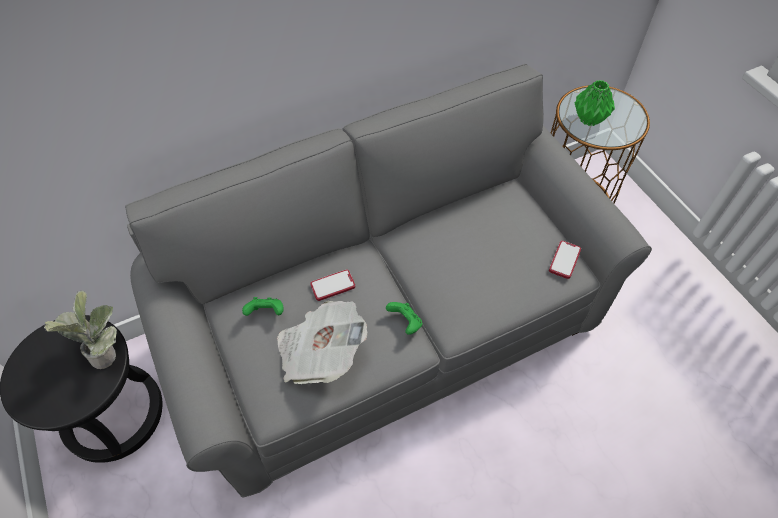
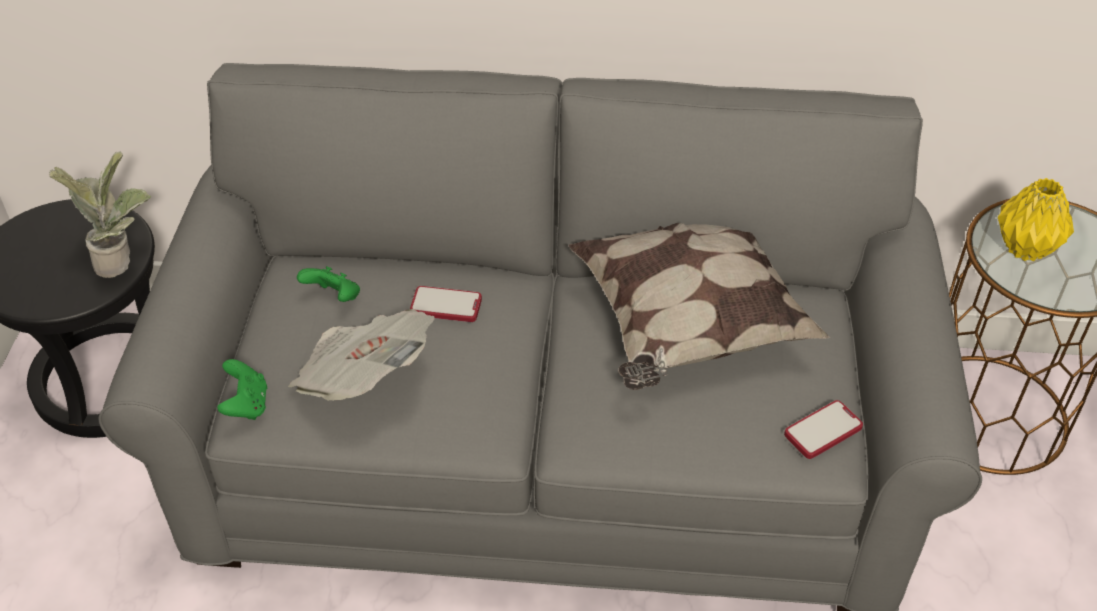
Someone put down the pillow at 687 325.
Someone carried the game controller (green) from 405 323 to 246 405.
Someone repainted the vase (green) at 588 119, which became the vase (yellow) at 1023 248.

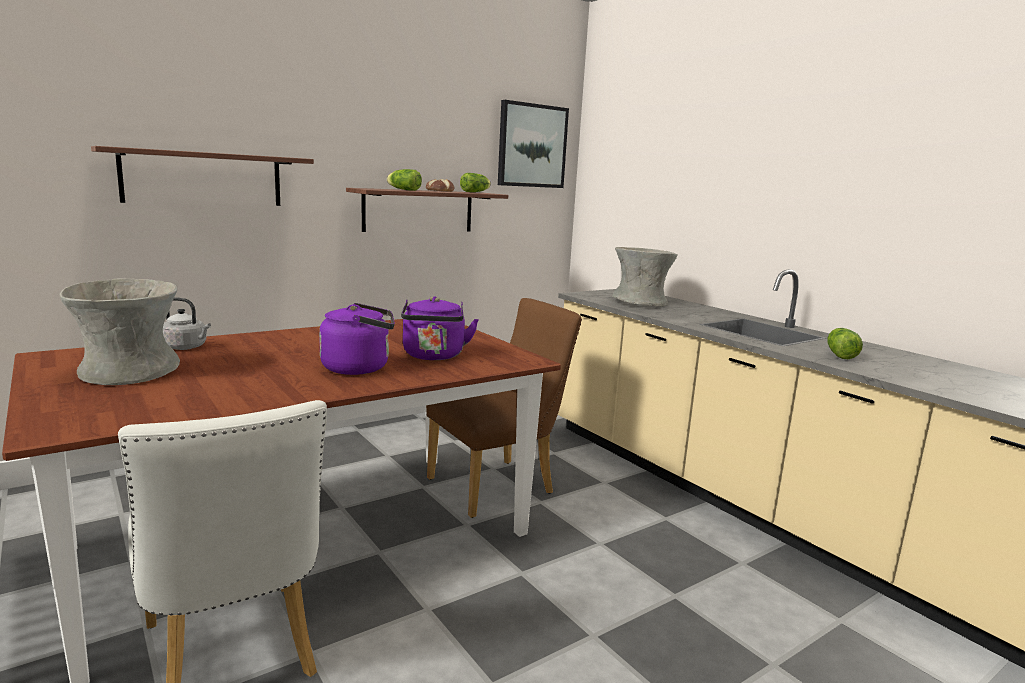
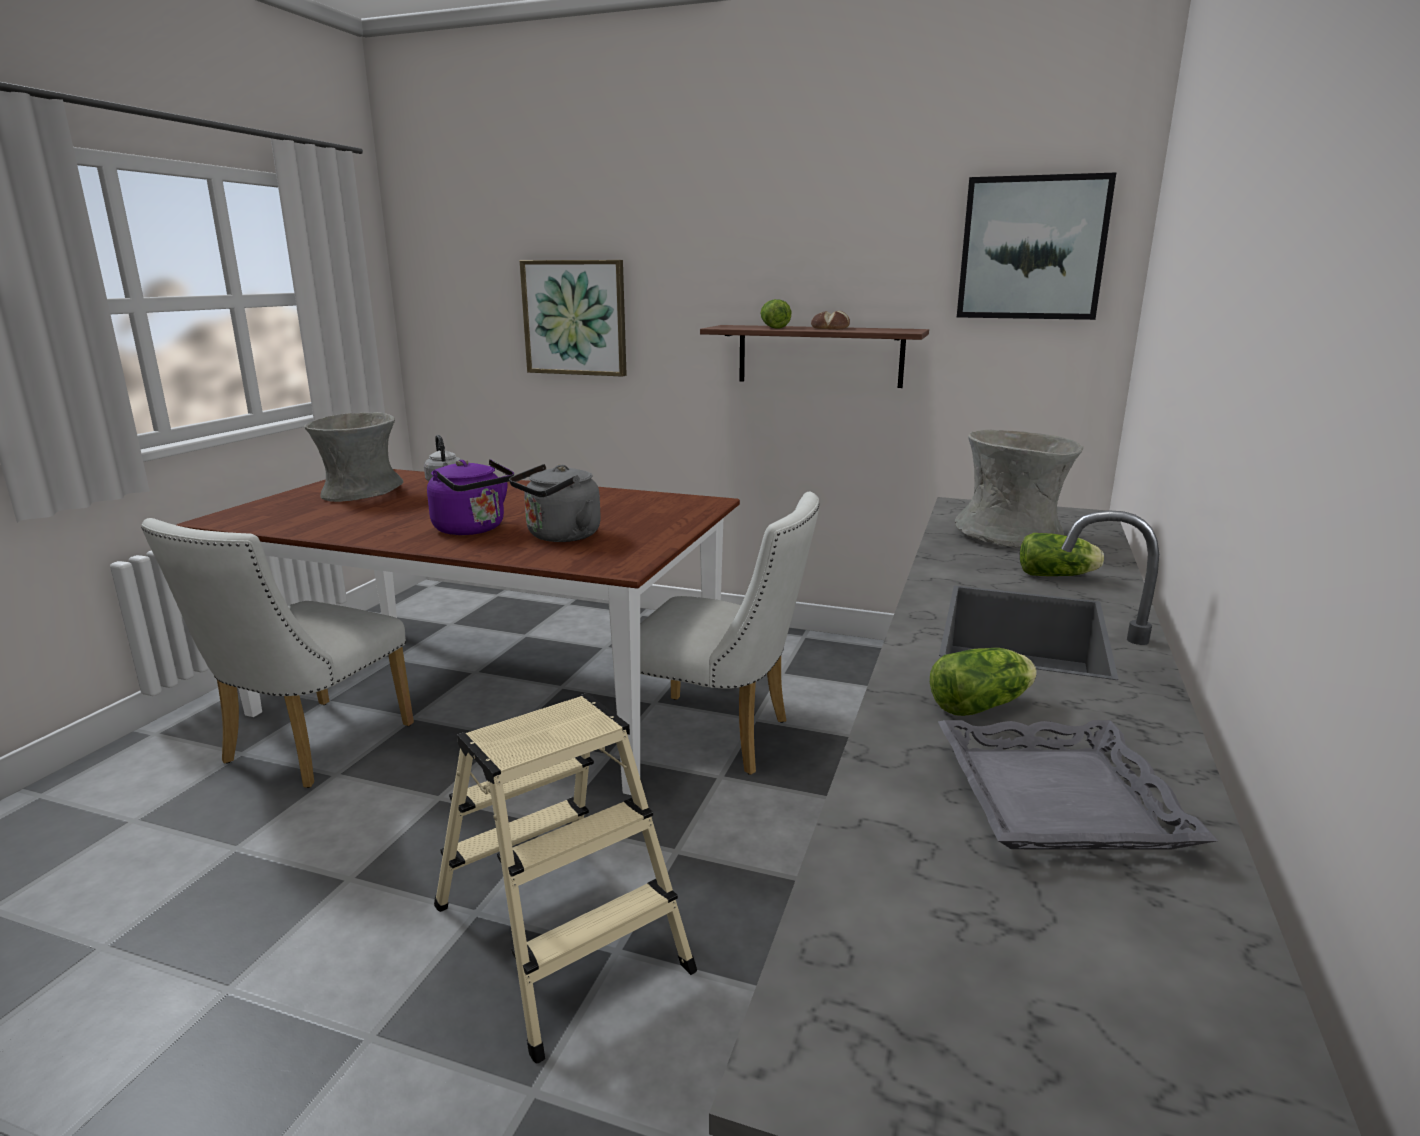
Someone put down the step ladder (beige) at 559 936.
Someone put down the tray (grey) at 1055 798.
Someone carried the lettuce from 476 192 to 1058 575.
Someone swapped the shelf at 203 178 for the picture at 575 318.
Someone repainted the kettle (purple) at 434 356, which became the kettle (grey) at 560 536.
Someone repainted the chair (brown) at 499 485, which became the chair (white) at 721 737.

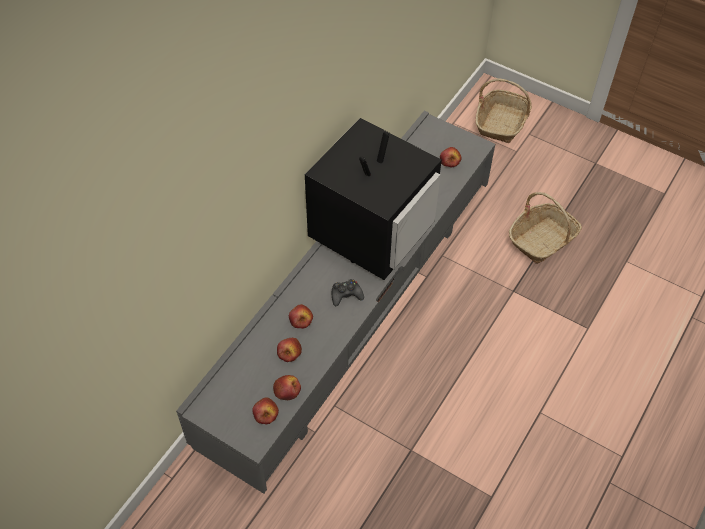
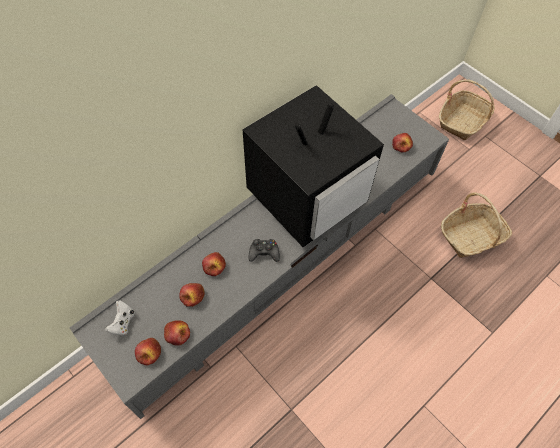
Someone put down the game controller (white) at 123 322.

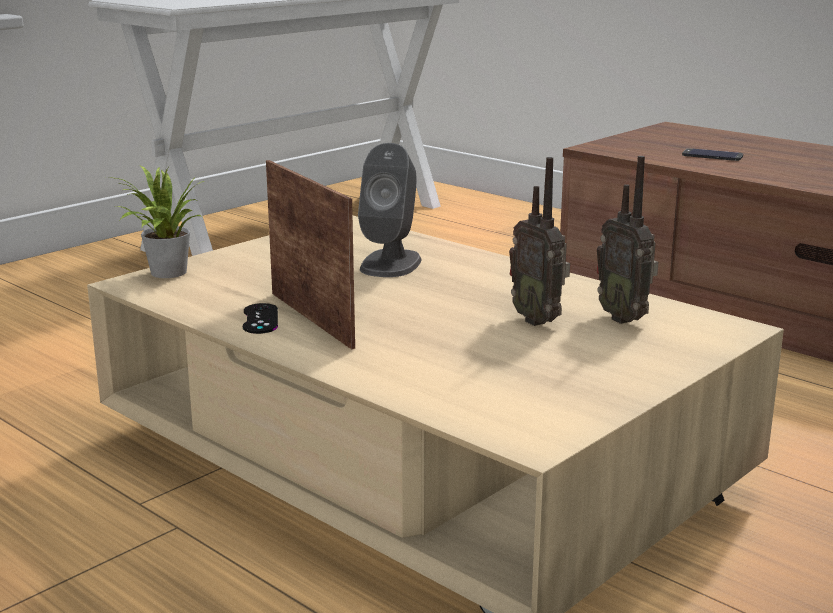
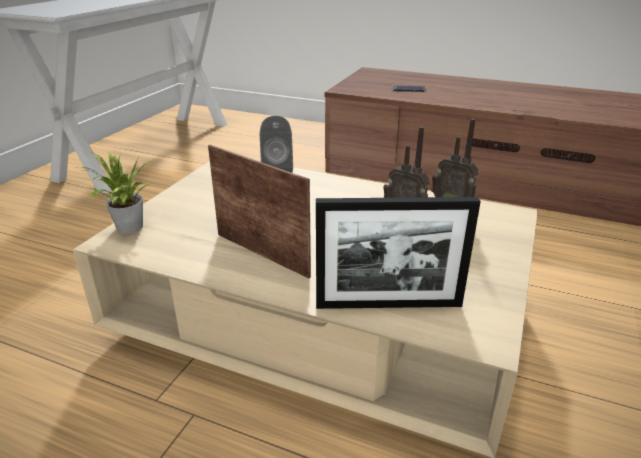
Someone took away the game controller (black) at 260 319.
Someone put down the picture frame at 388 305.

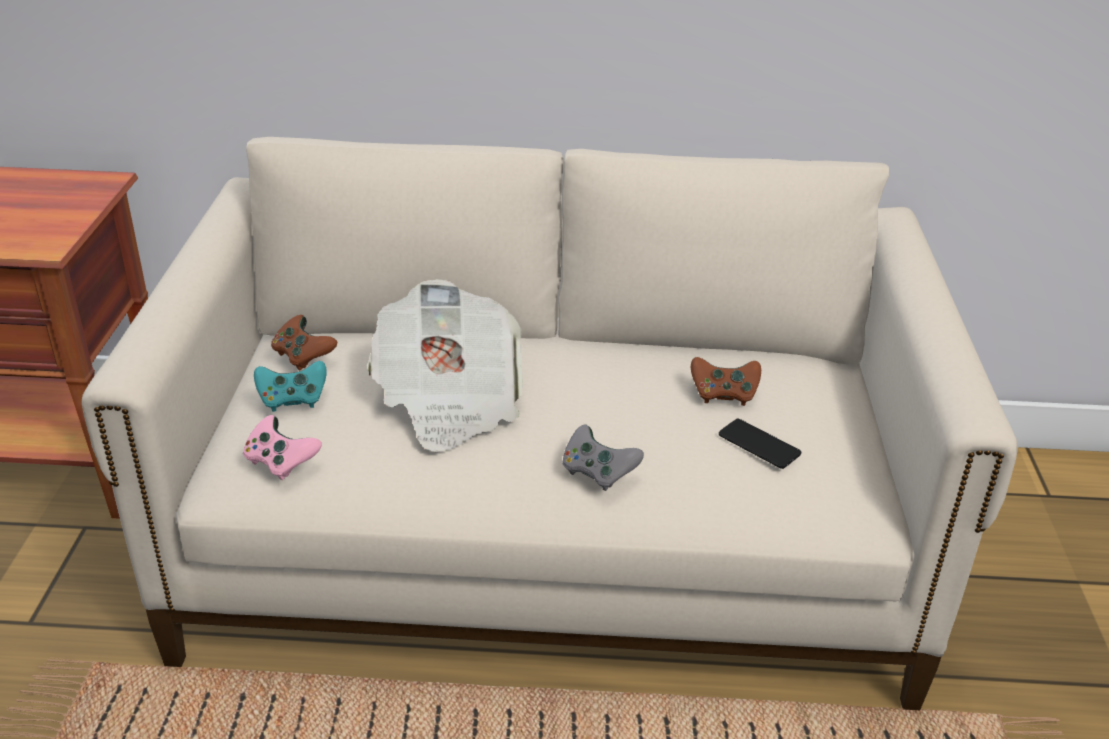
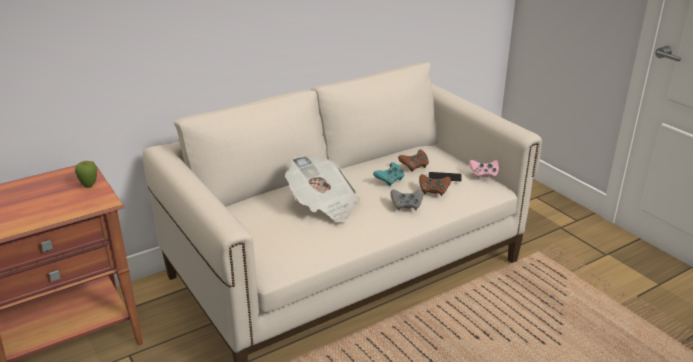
Someone put down the apple at 89 186.
Someone carried the game controller (pink) from 280 462 to 483 175.
Someone carried the game controller (turquoise) from 292 400 to 389 181.
Someone carried the game controller (brown) from 303 356 to 433 191.

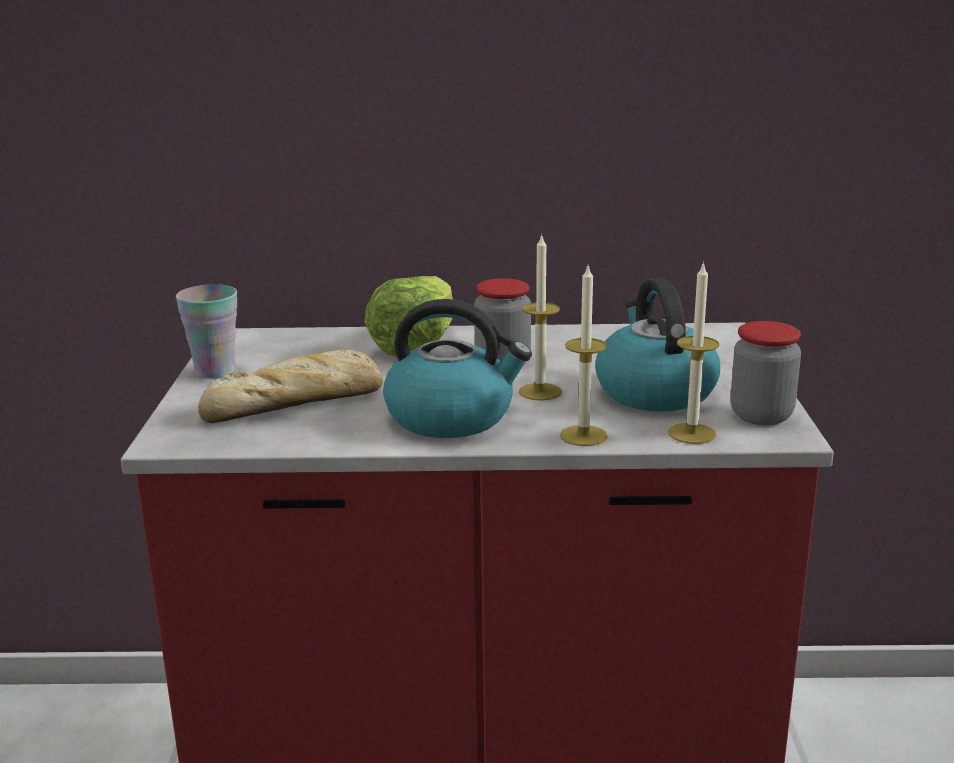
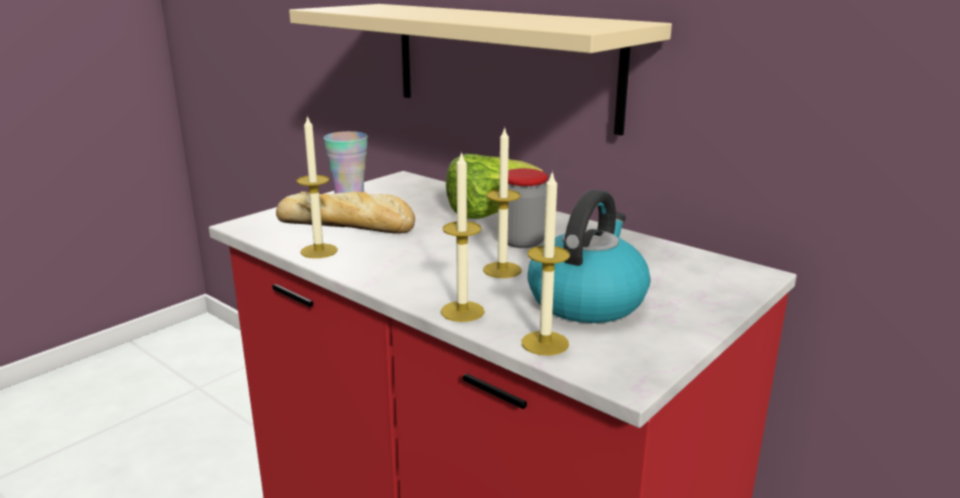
Someone took away the kettle at 452 417.
Someone took away the jar at 761 415.
Someone put up the shelf (beige) at 502 64.
Someone put down the candle at 319 251.

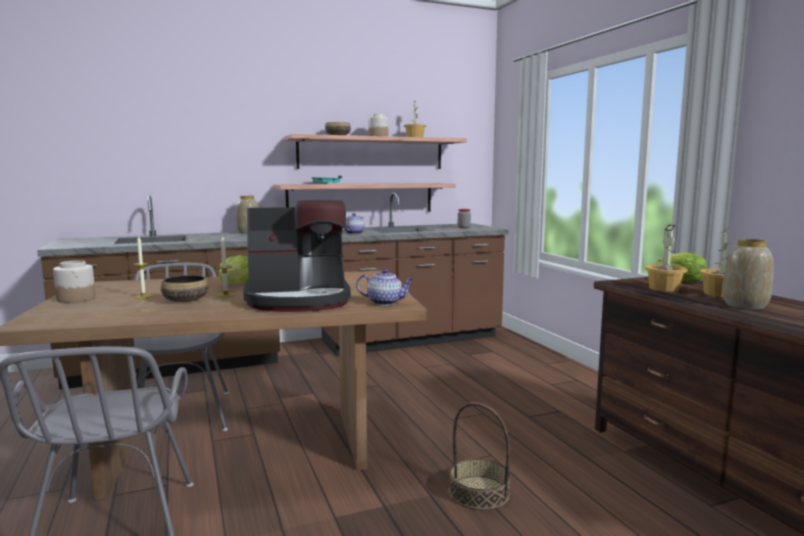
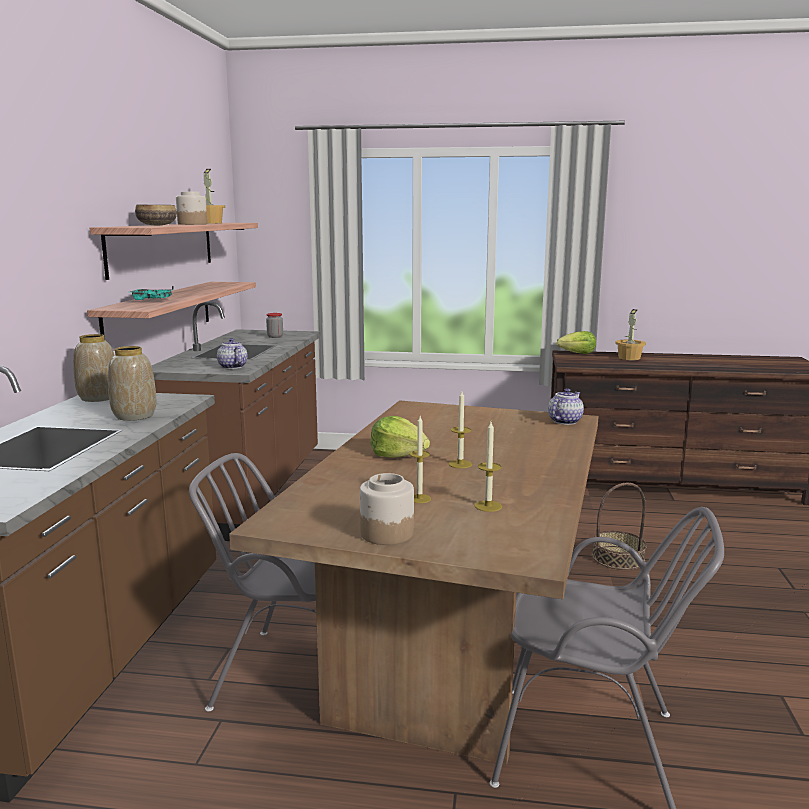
Someone took away the bowl at 186 300.
Someone took away the coffee machine at 299 300.
Someone took away the potted plant at 664 288.
Someone put down the candle at 488 506.
Someone carried the vase from 745 305 to 135 416.

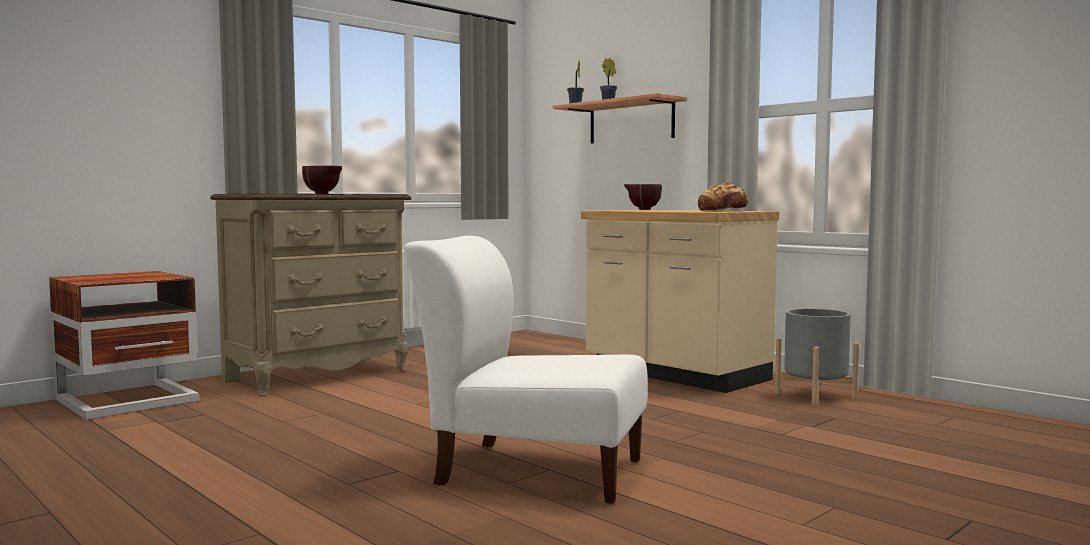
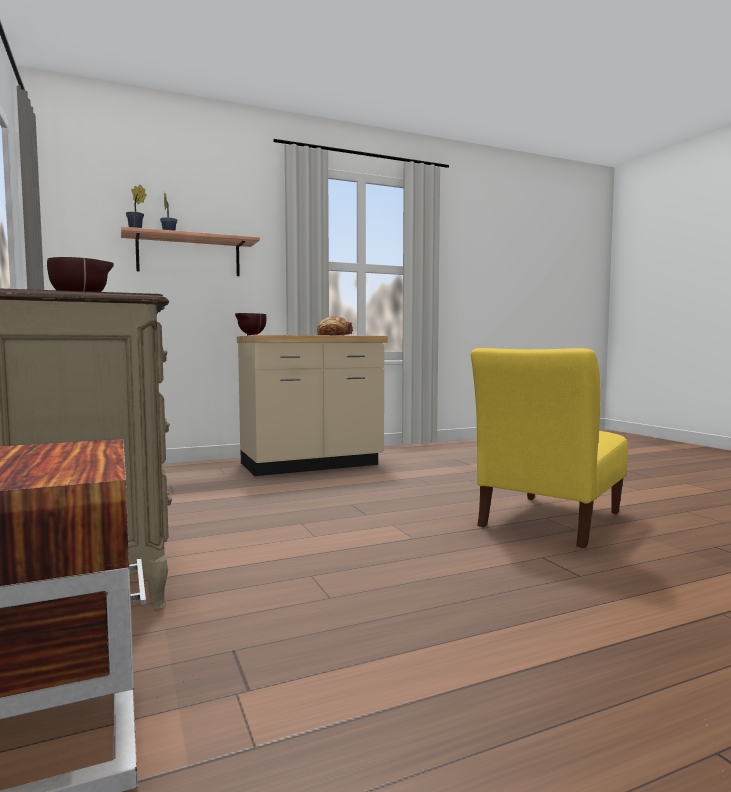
Someone took away the planter (grey) at 815 396.
Someone repainted the chair (white) at 532 471, which became the chair (yellow) at 548 522.

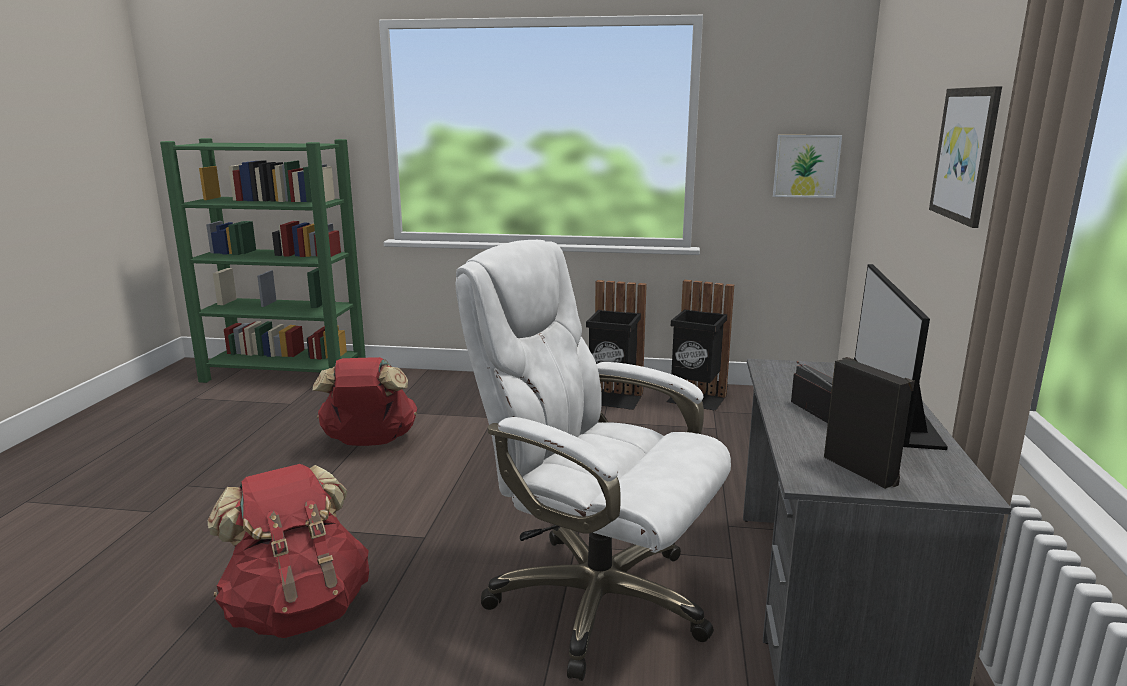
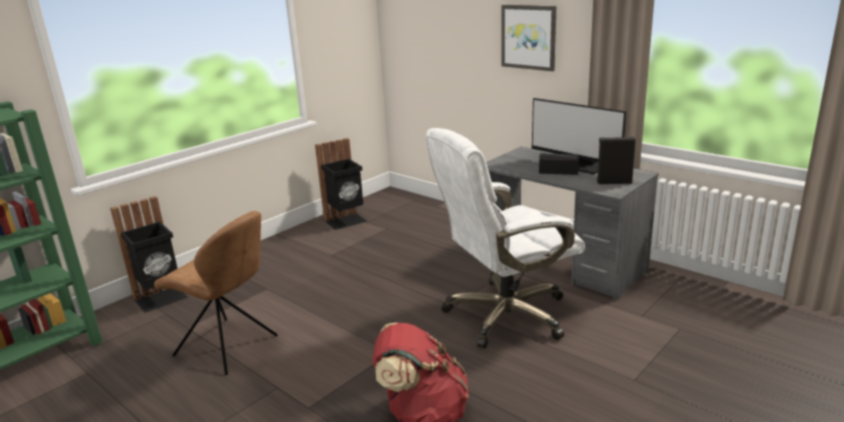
Someone took away the picture at 806 166.
Someone carried the trash can (black) from 613 399 to 161 298.
Someone swapped the backpack (red) at 369 442 for the chair (brown) at 229 347.

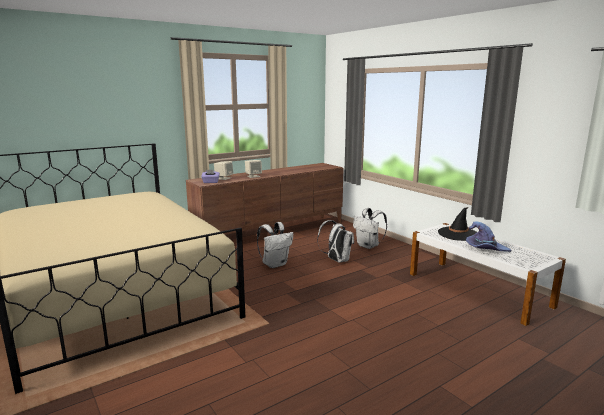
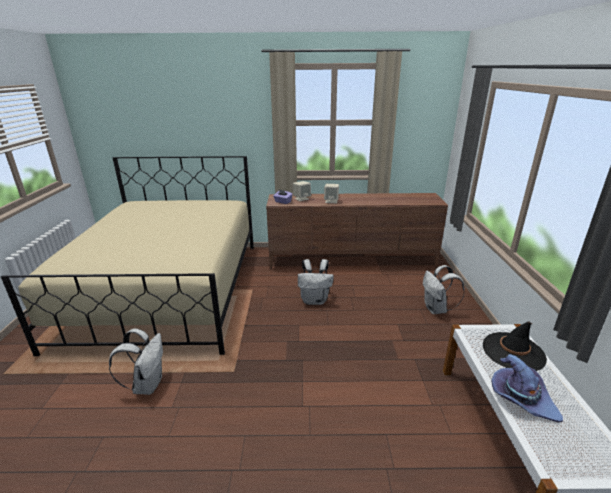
Someone carried the backpack (white) from 336 260 to 147 384.

